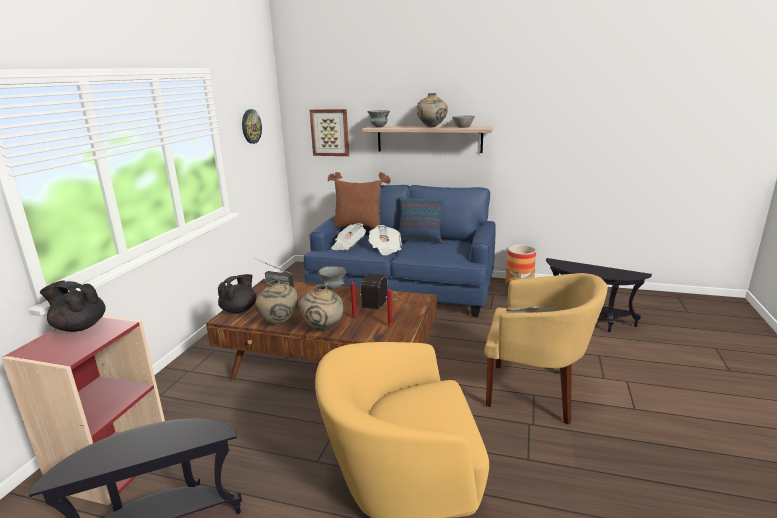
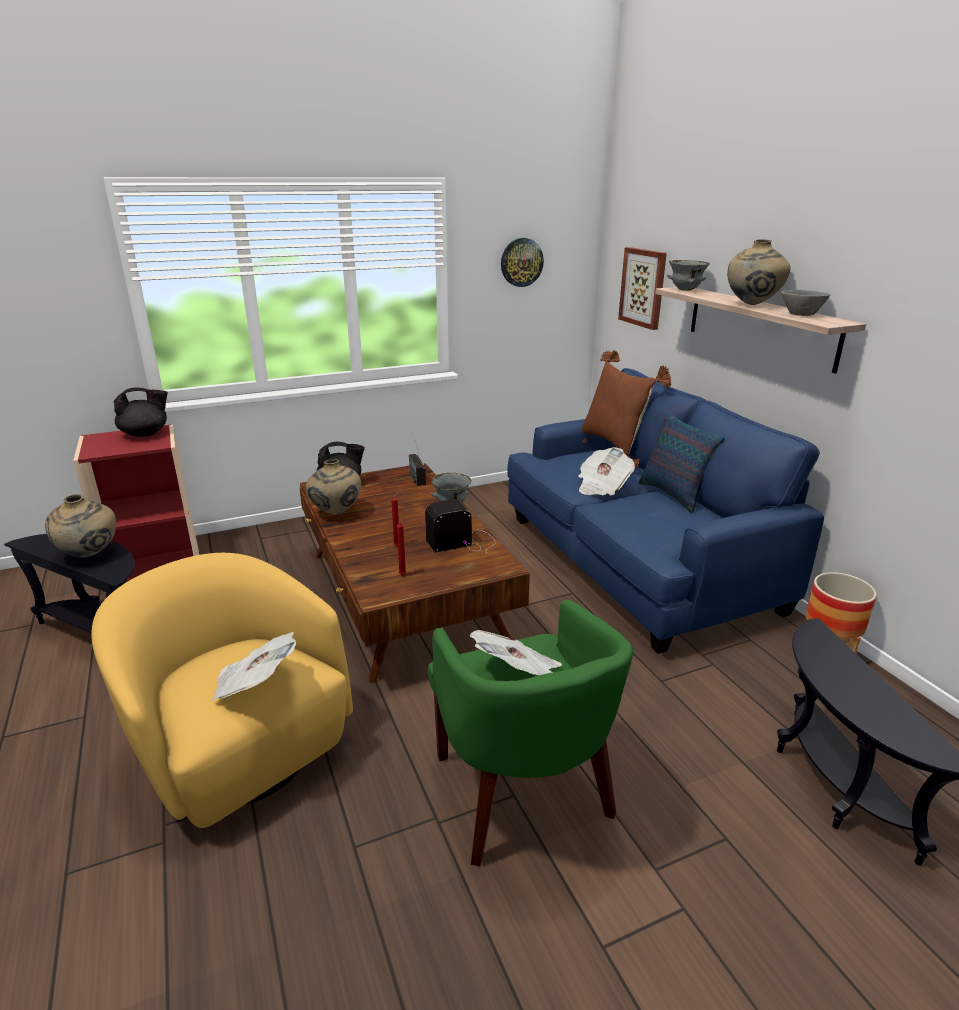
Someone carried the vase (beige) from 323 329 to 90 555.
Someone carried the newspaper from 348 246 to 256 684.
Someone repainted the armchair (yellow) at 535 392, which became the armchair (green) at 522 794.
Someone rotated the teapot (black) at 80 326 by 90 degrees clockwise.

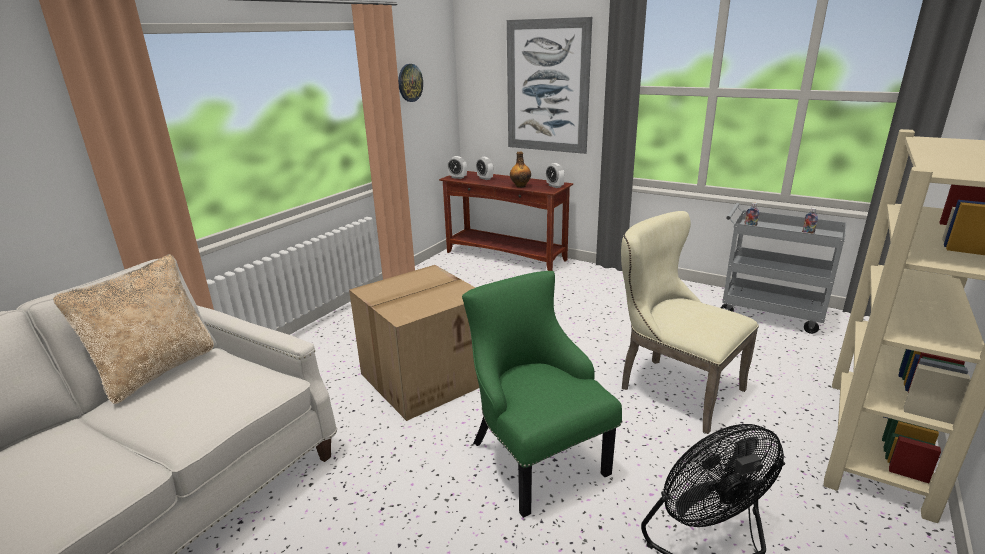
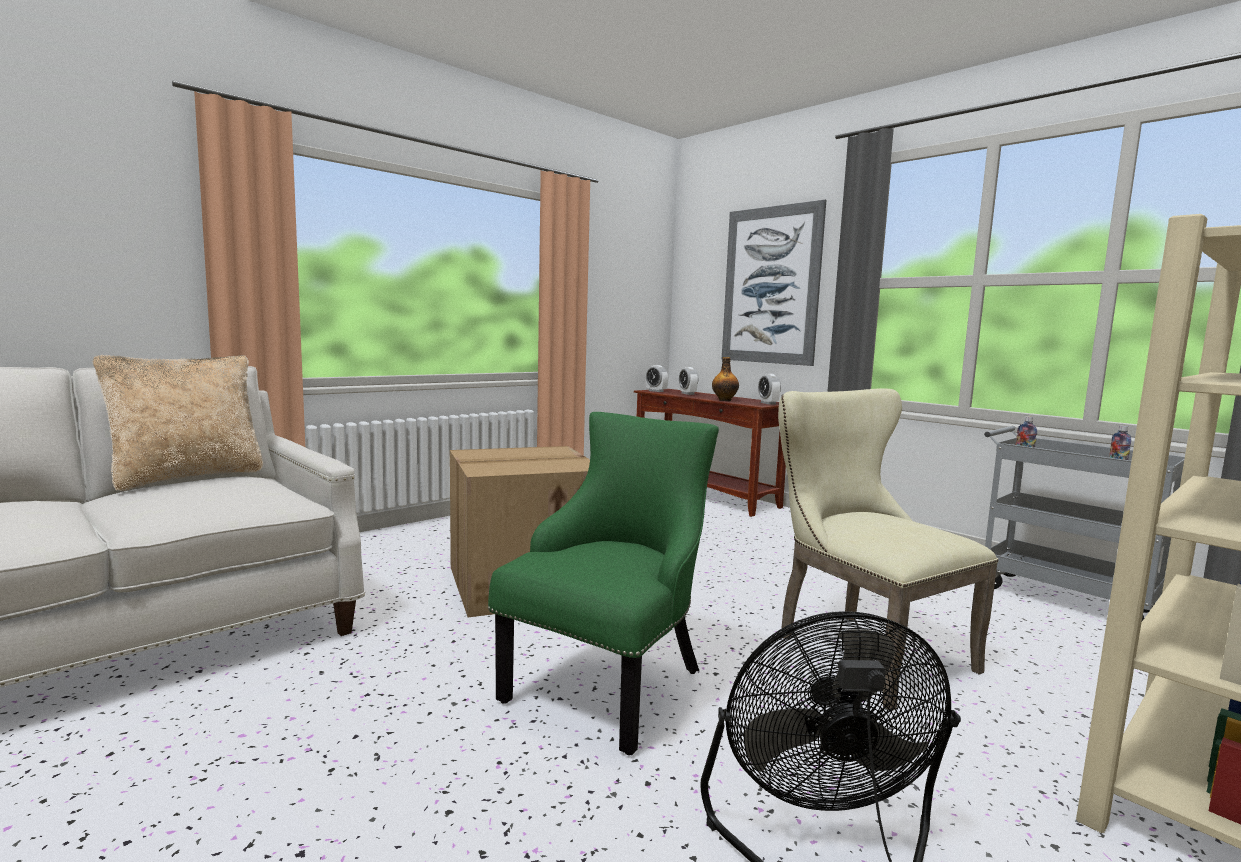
Someone took away the wall clock at 410 83.
Someone rotated the armchair (green) at 538 462 by 45 degrees clockwise.

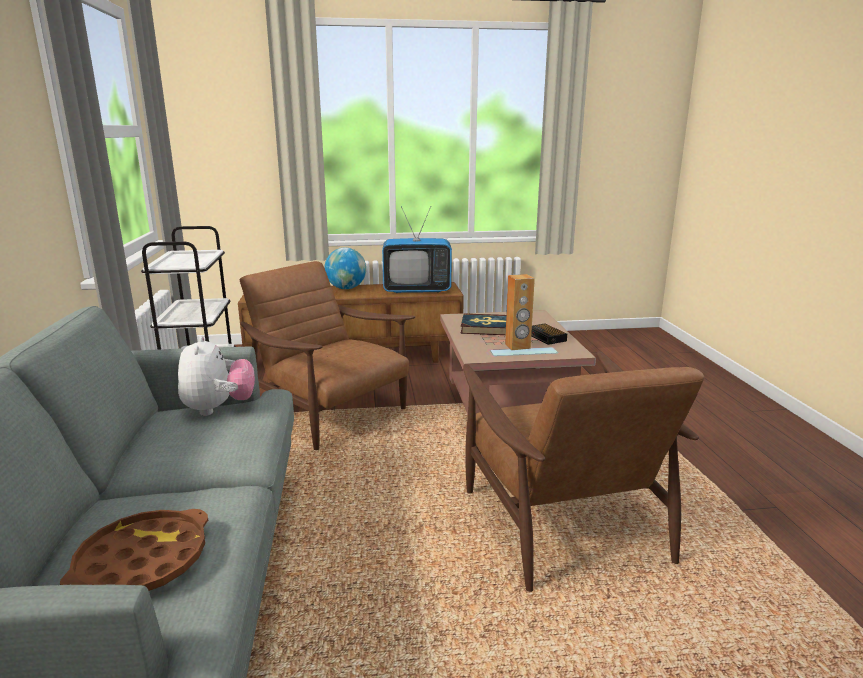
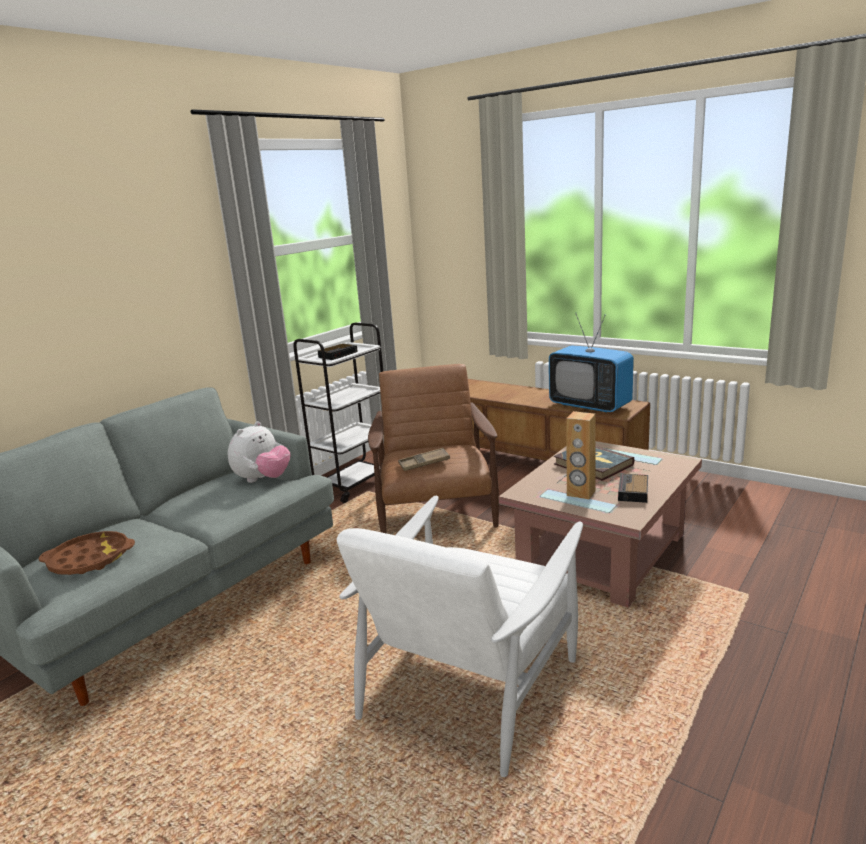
Someone took away the globe at 346 288.
Someone put down the alarm clock at 338 354.
Someone put down the tray (brown) at 424 463.
Someone repainted the armchair (brown) at 561 519, which became the armchair (white) at 470 682.

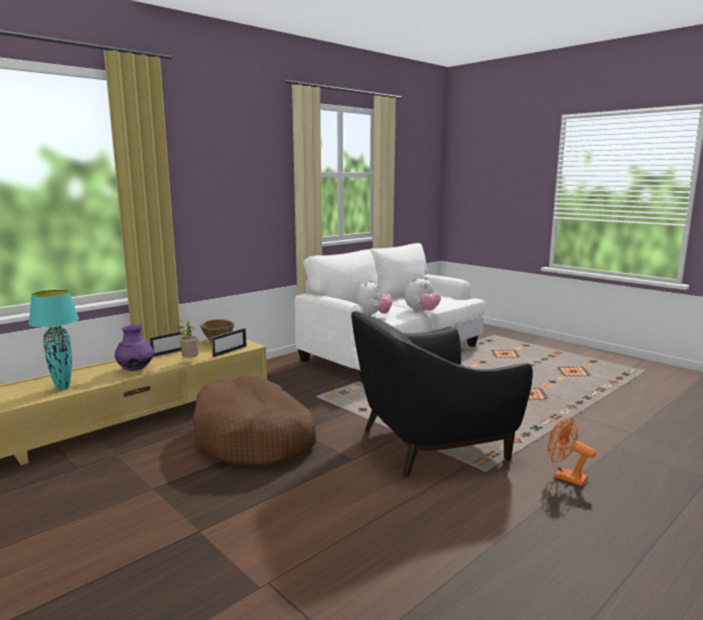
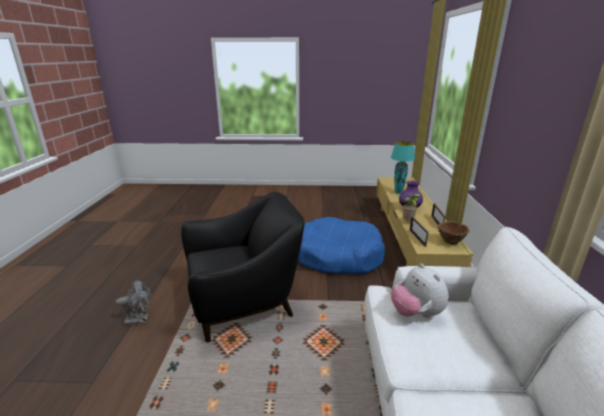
Someone took away the plush toy at 422 312.
Someone repainted the dog bed (brown) at 255 437, which became the dog bed (blue) at 337 256.
Someone repainted the fan (orange) at 564 477, which became the fan (grey) at 140 319.
Someone rotated the armchair (black) at 430 443 by 45 degrees clockwise.

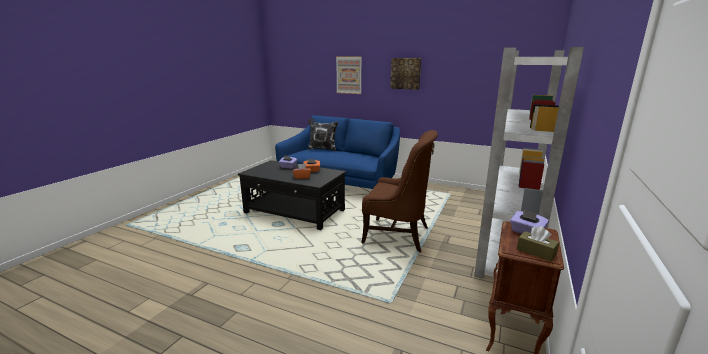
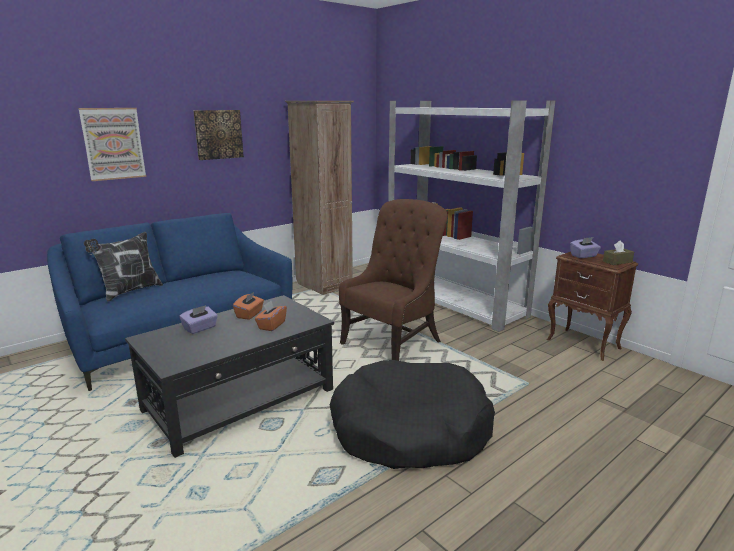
Someone put down the cabinet (brown) at 325 285.
Someone put down the dog bed (black) at 409 430.

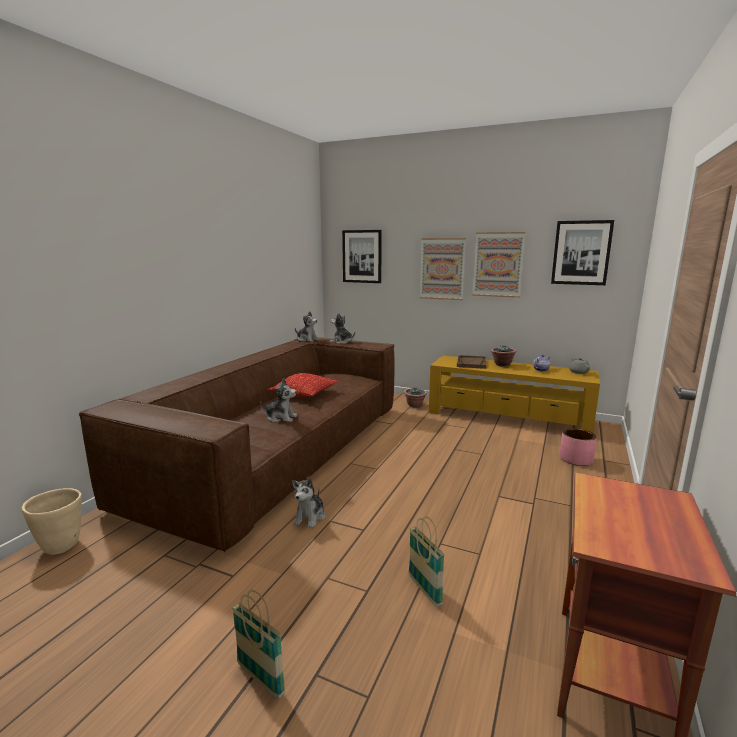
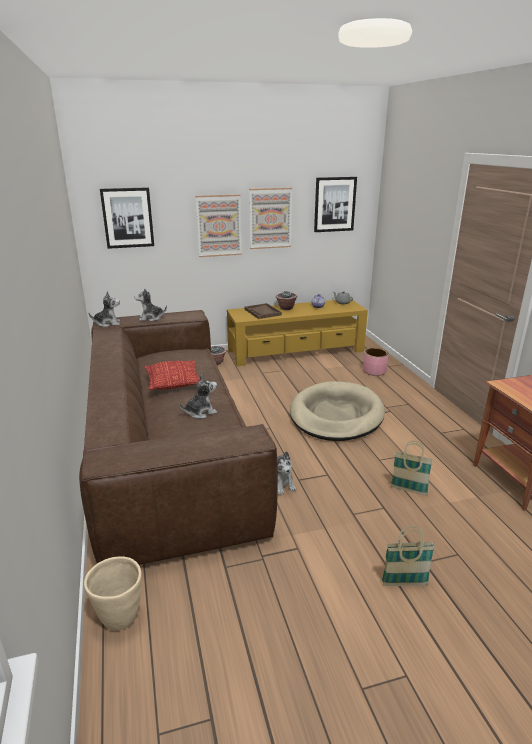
Someone put down the dog bed (beige) at 336 415.

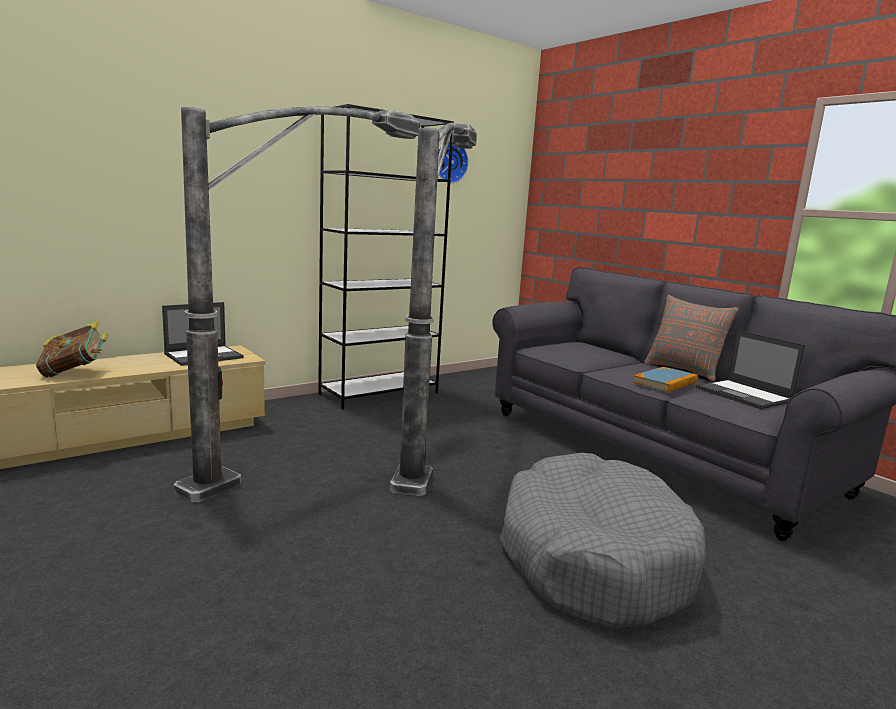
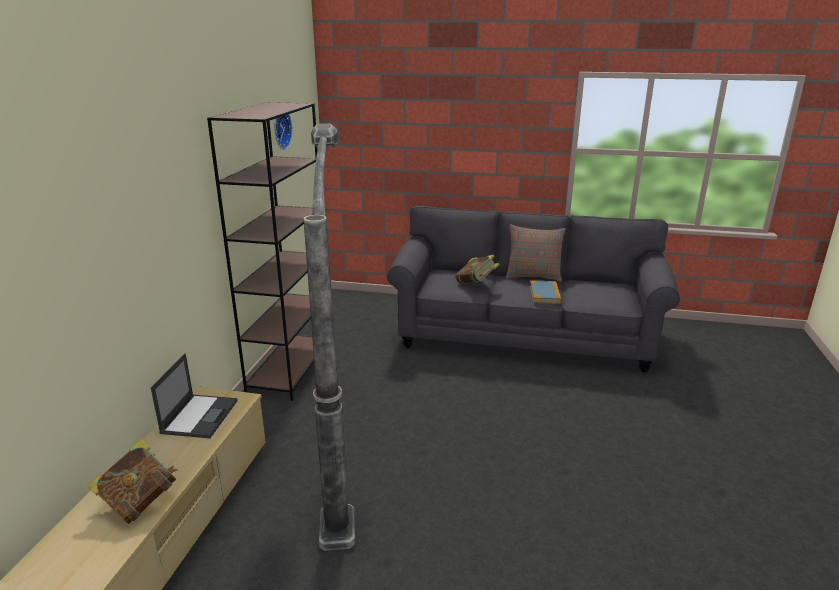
Someone took away the floor lamp at 432 435.
Someone took away the dog bed (grey) at 593 558.
Someone took away the laptop at 745 395.
Someone put down the book at 476 284.
Someone repainted the bookcase (white) at 379 393, which became the bookcase (brown) at 290 369.

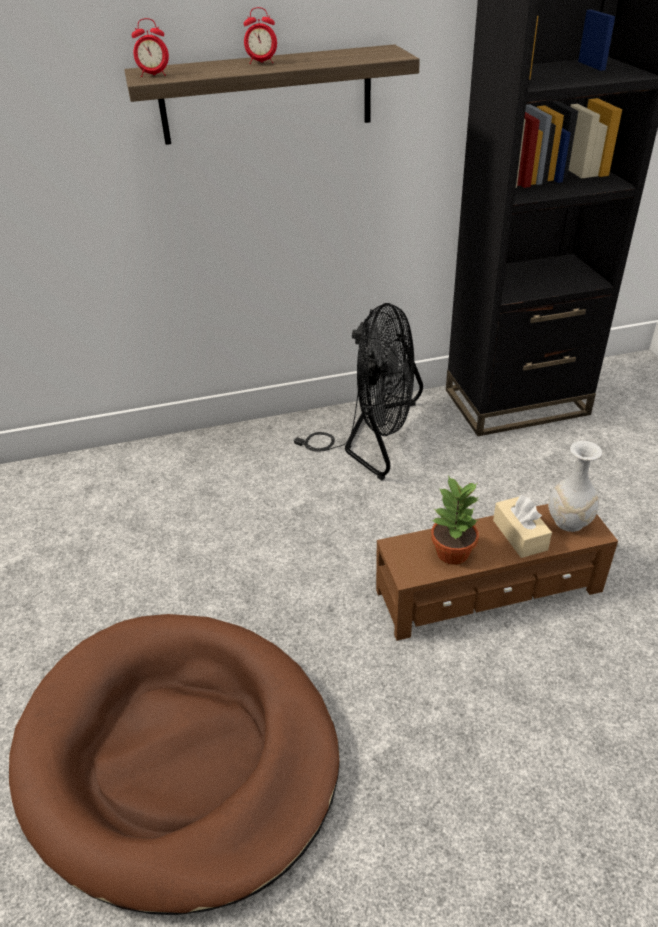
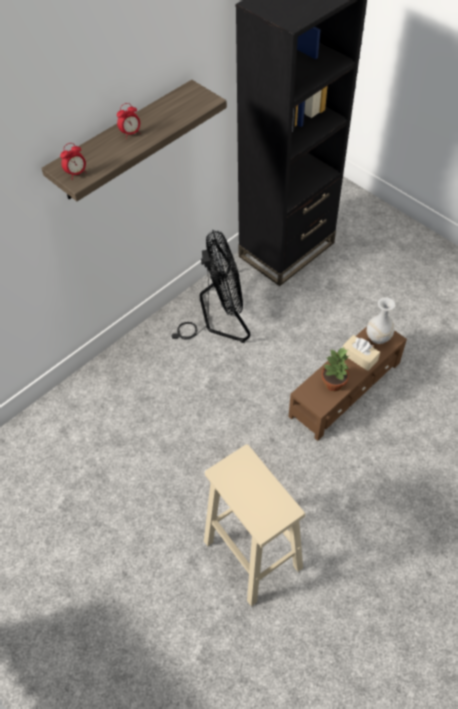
Someone swapped the dog bed (brown) at 179 755 for the stool (beige) at 254 555.

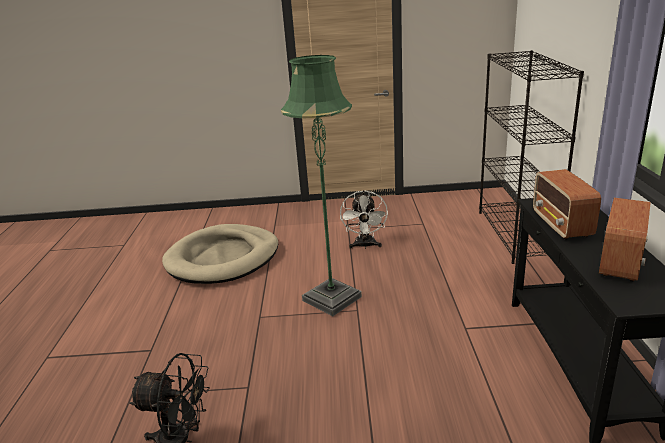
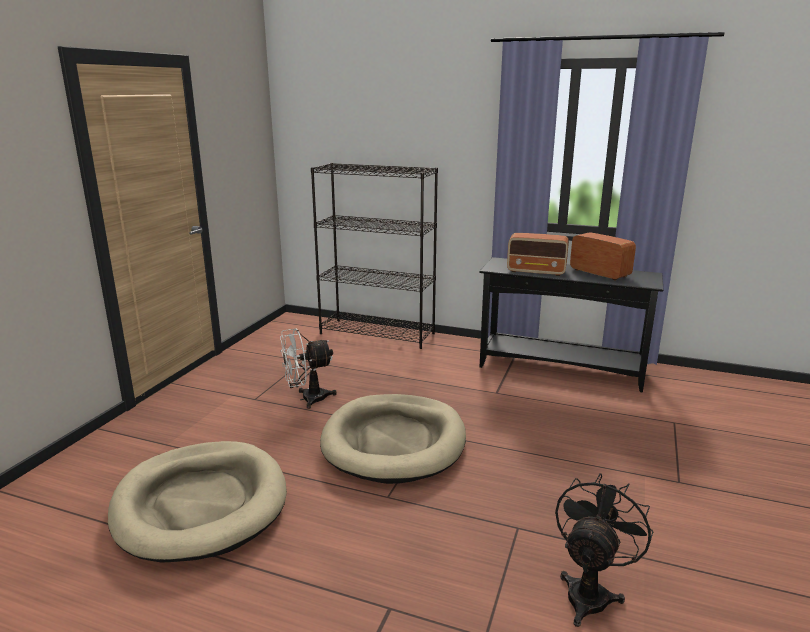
Someone swapped the floor lamp (green) at 332 299 for the dog bed (beige) at 394 442.
Someone rotated the fan (white) at 365 246 by 135 degrees clockwise.

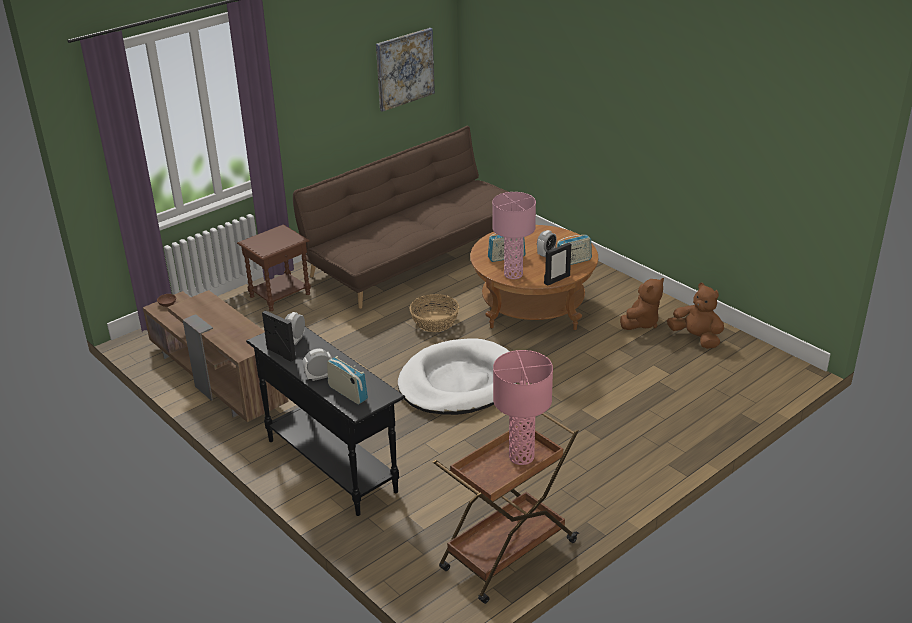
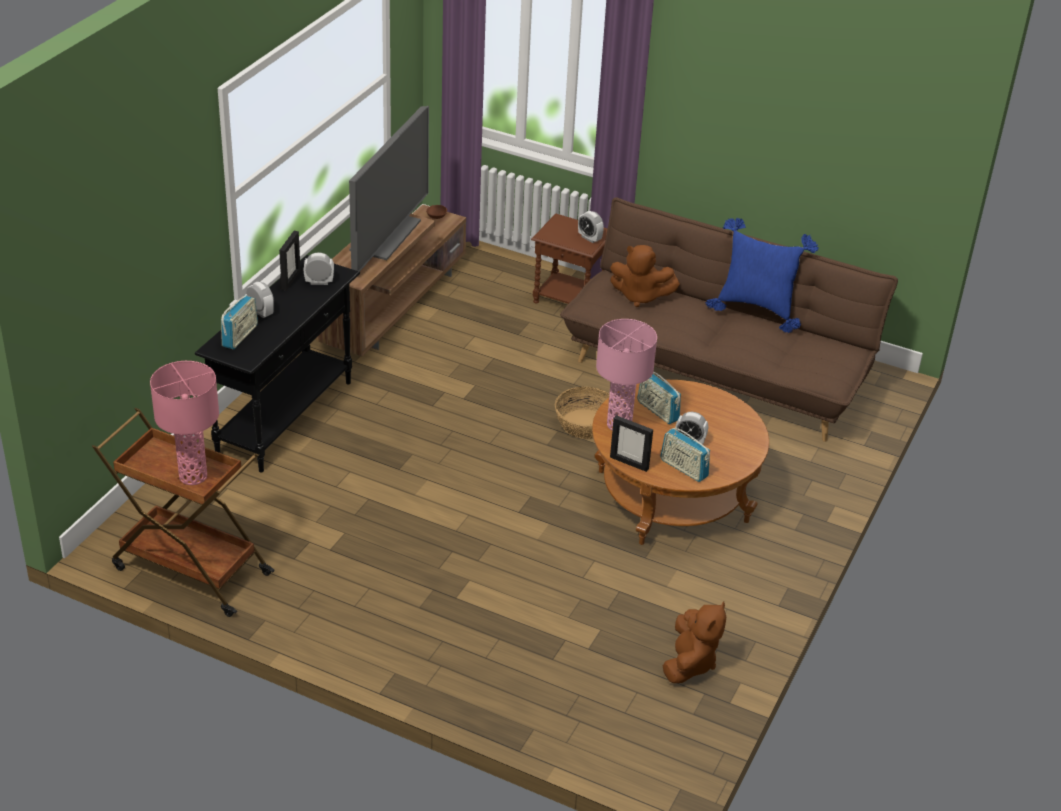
Someone took away the picture at 404 69.
Someone took away the dog bed (white) at 458 382.
Someone put down the television at 386 235.
Someone put down the alarm clock at 589 238.
Someone put down the pillow (blue) at 755 314.
Someone carried the plush toy (brown) from 641 323 to 640 296.

